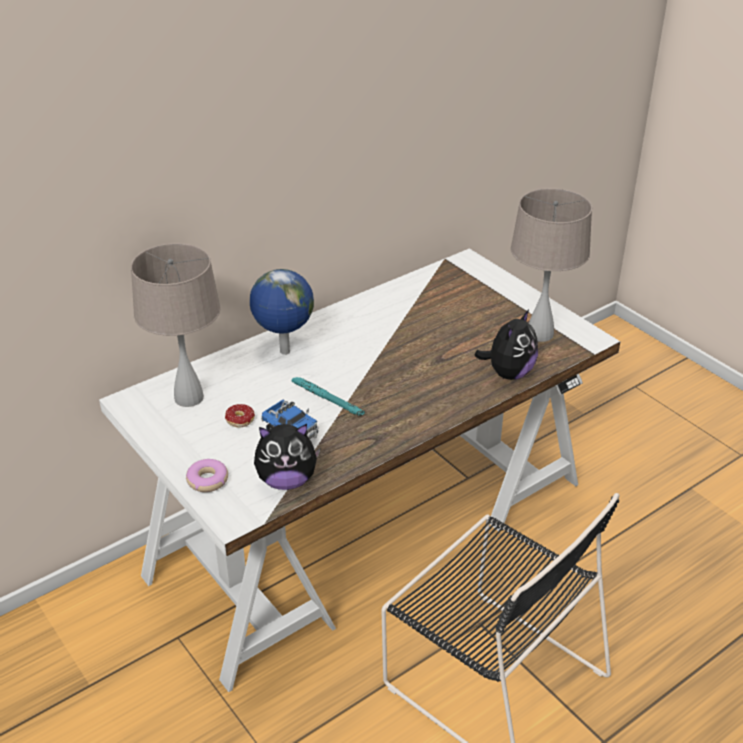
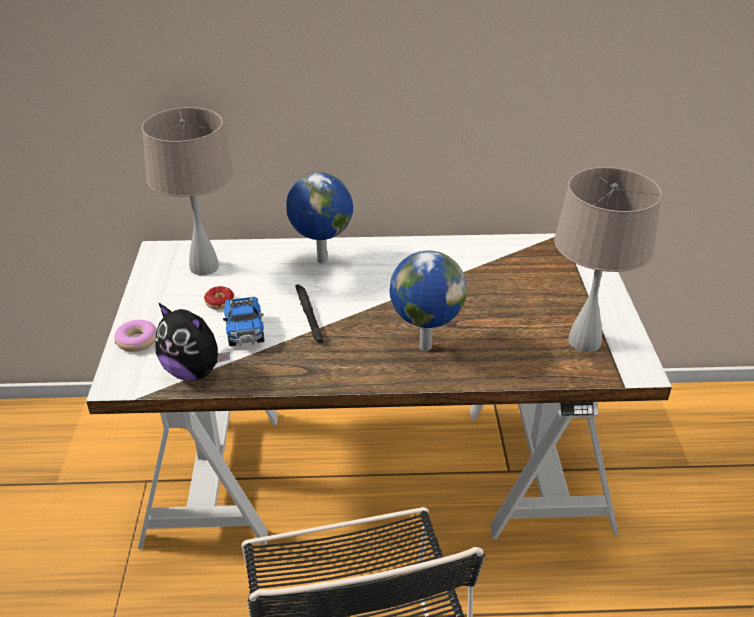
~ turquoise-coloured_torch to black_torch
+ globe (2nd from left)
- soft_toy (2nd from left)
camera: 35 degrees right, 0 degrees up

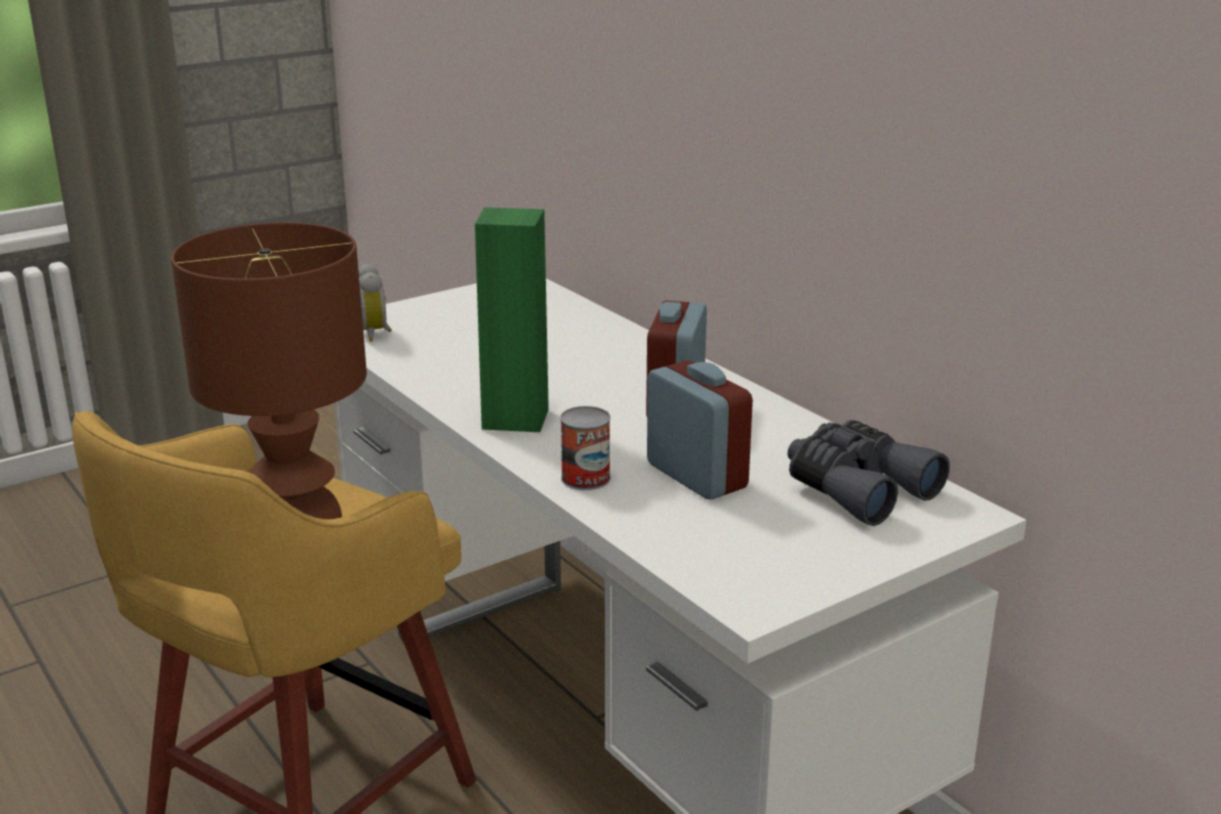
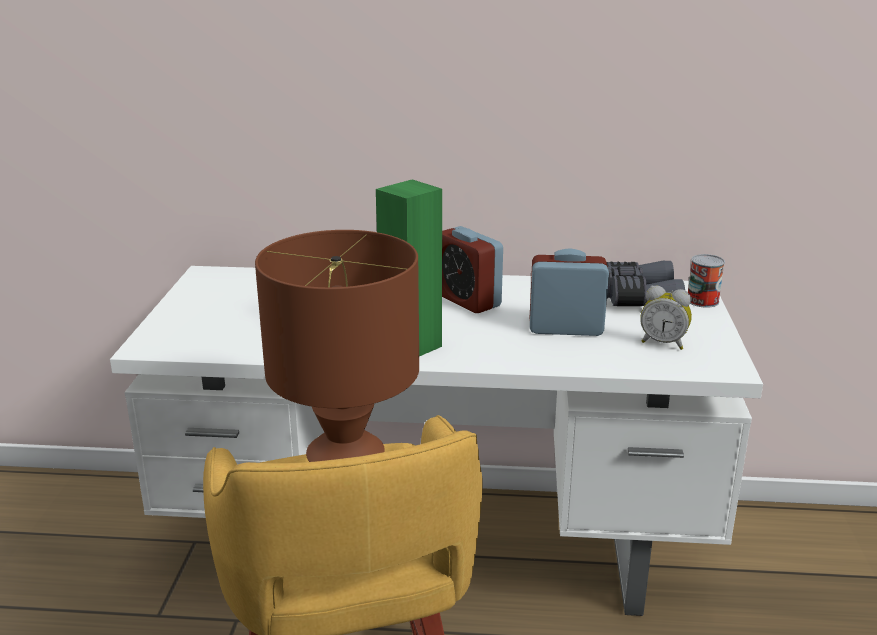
~ alarm_clock (1st from left in the first image) to alarm_clock (3rd from left)
~ can
camera: 50 degrees left, 0 degrees up

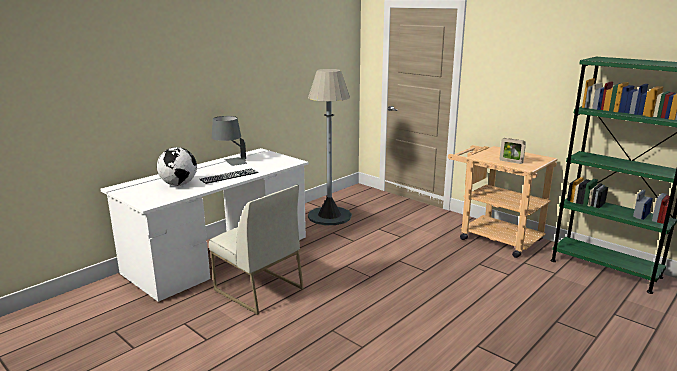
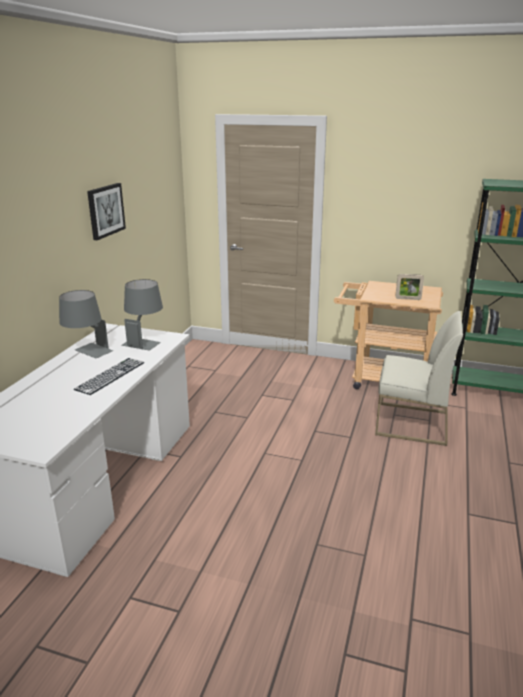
+ picture
+ gray_table_lamp (2nd from left)
~ white_chair
- globe
- gray_floor_lamp
camera: 25 degrees left, 5 degrees up

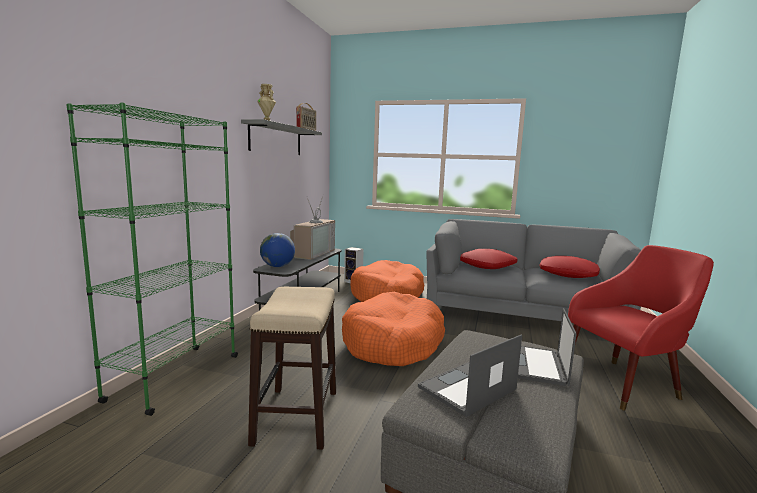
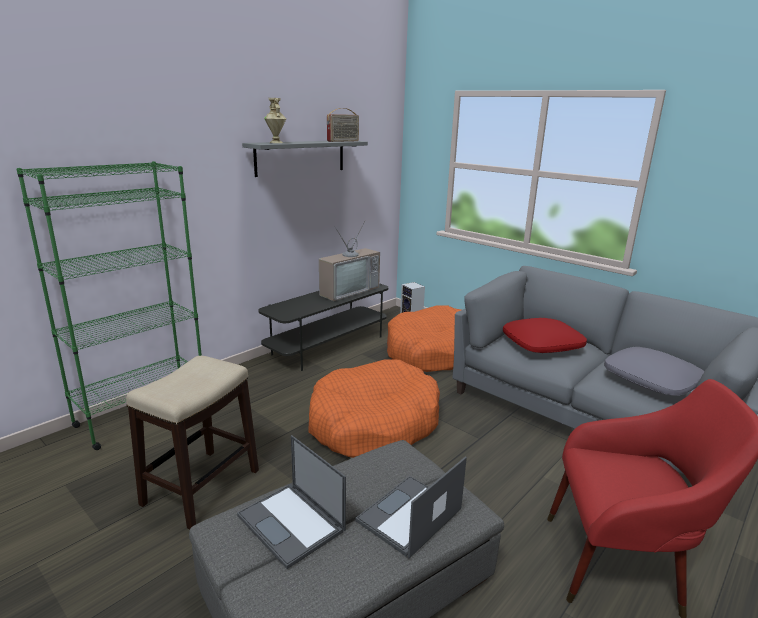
~ portable_computer (1st from left) 120 degrees counterclockwise
~ red-coloured_throw_pillow (2nd from left) to gray_throw_pillow
- globe
camera: 25 degrees right, 10 degrees up

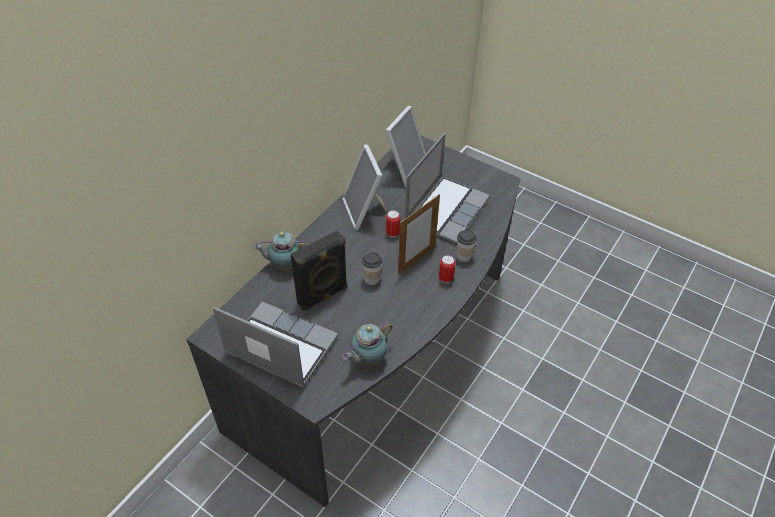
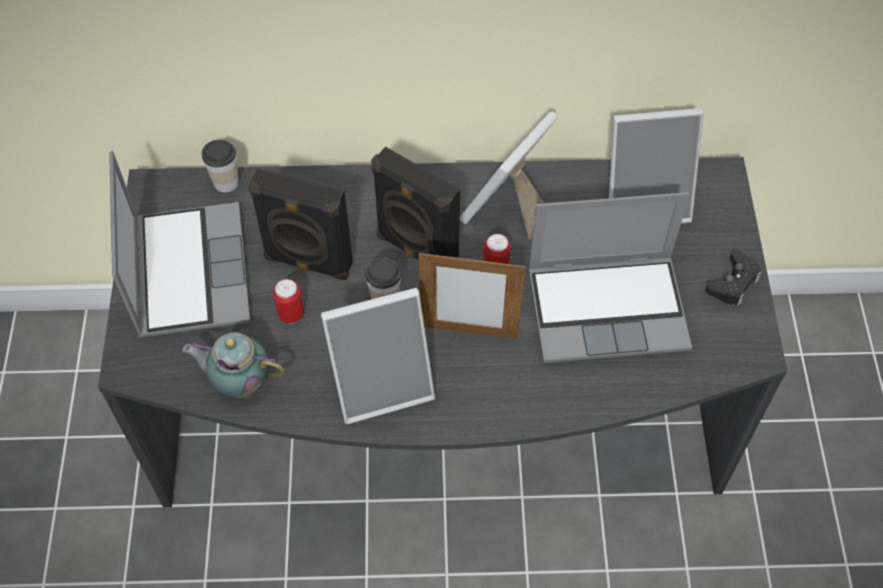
~ small_cup (2nd from left in the first image) to small_cup (1st from left)
~ can (2nd from left in the first image) to can (1st from left)
+ photo_frame (1st from left)
+ black_loudspeaker (2nd from left)
+ black_game_controller
- tea_pot (1st from left)
camera: 55 degrees right, 10 degrees up

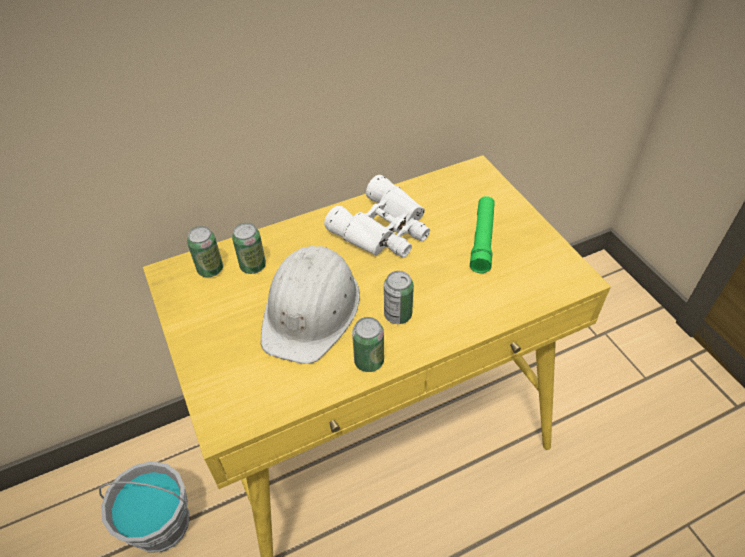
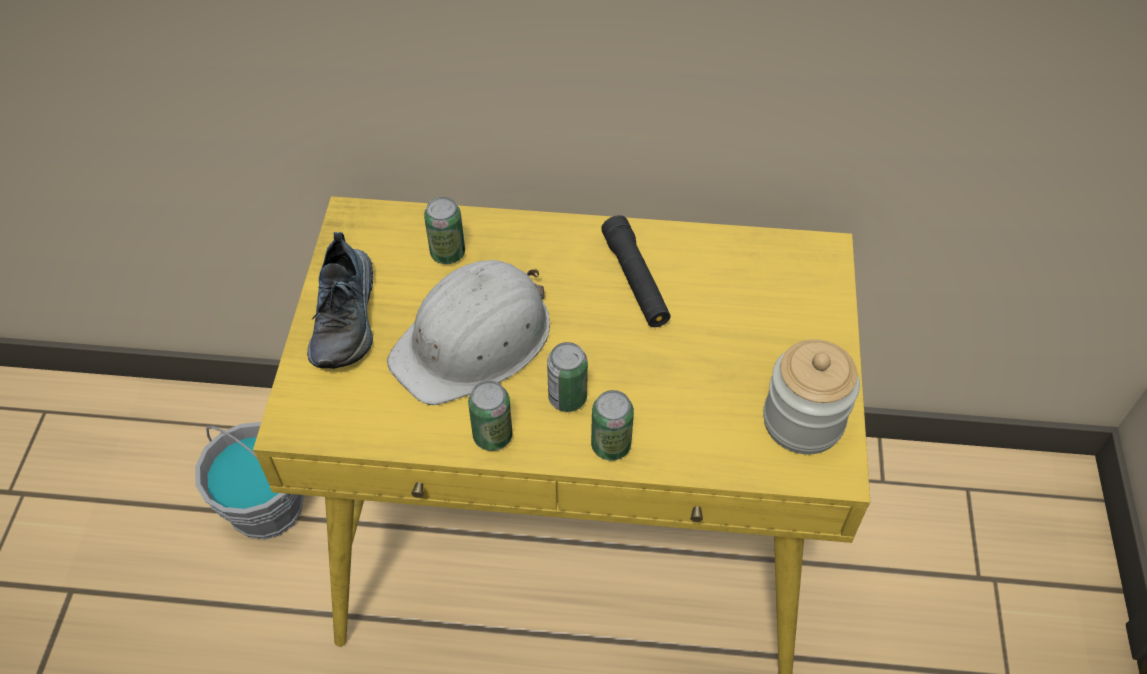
+ low_shoe
~ can (1st from left in the first image) to can (4th from left)
~ white_binoculars to black_torch
+ preserve_jar
- green-coloured_torch
camera: 30 degrees right, 5 degrees up

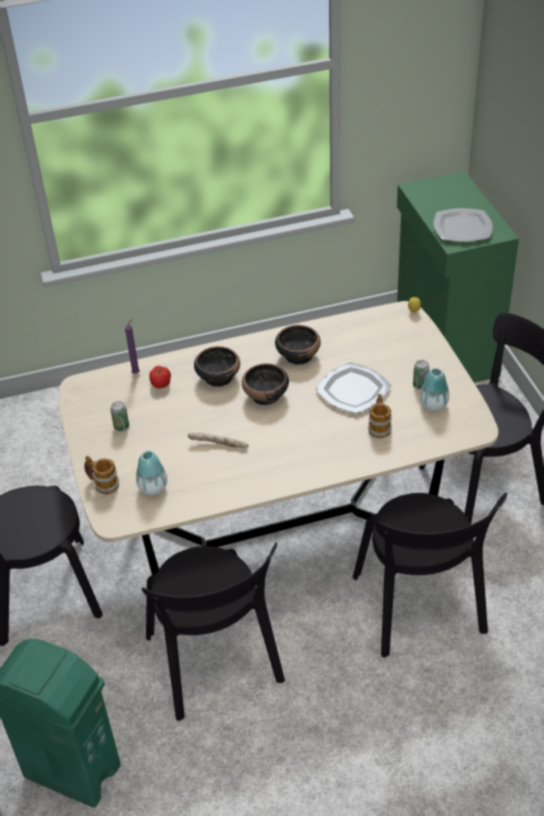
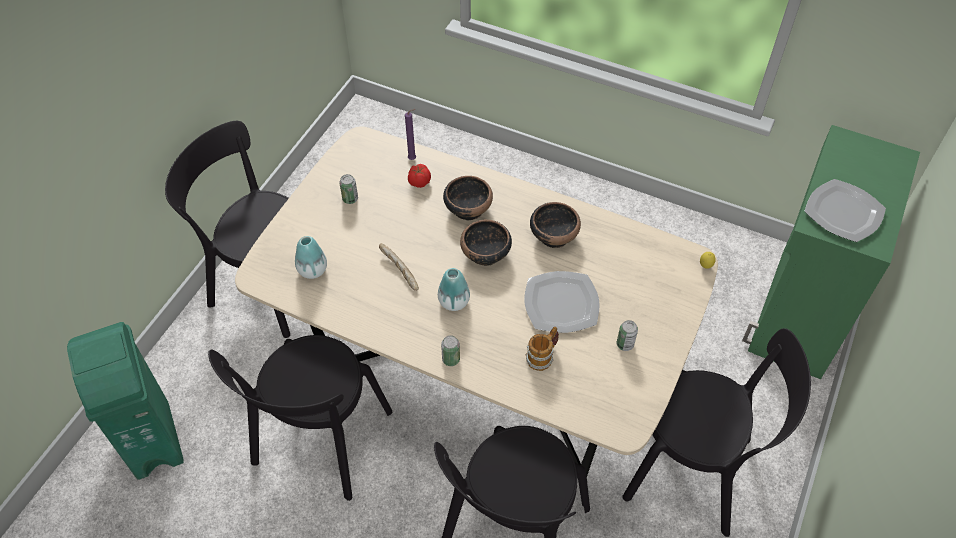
~ decorative_vase (2nd from left)
+ can (2nd from left)
- mug (1st from left)
camera: 40 degrees right, 10 degrees up

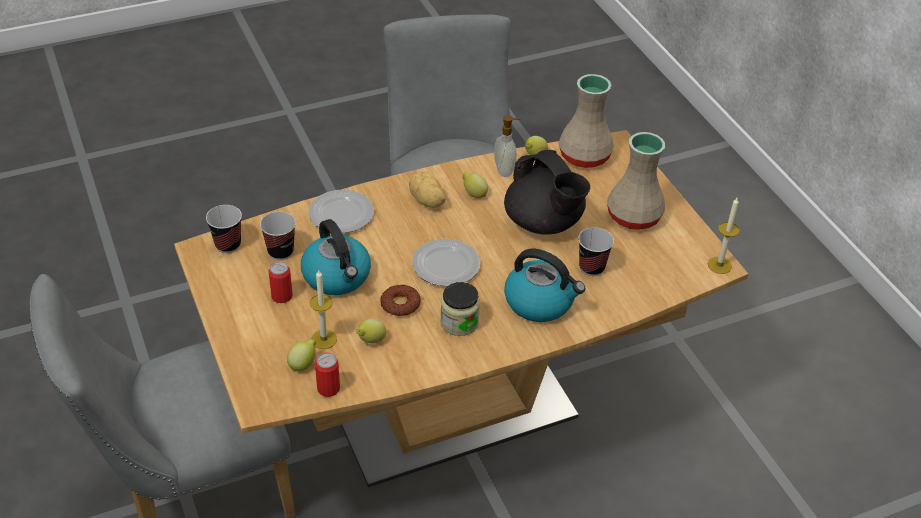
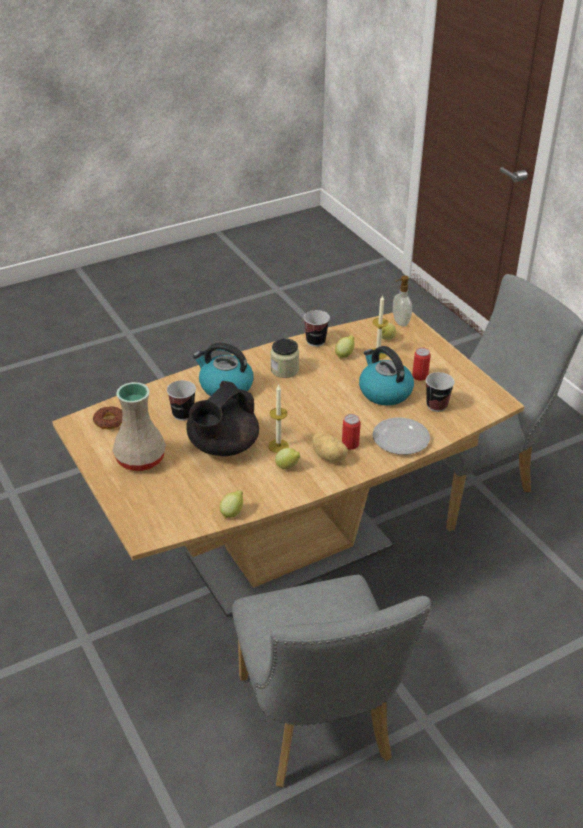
~ doughnut
~ black_tea_pot 105 degrees counterclockwise
~ wax_light (2nd from left in the first image) to wax_light (1st from left)
~ small_cup (1st from left in the first image) to small_cup (2nd from left)
~ can (2nd from left in the first image) to can (1st from left)
~ liquid_soap_bottle
- plate (2nd from left)
- sand-coloured_decorative_vase (1st from left)
camera: 175 degrees right, 5 degrees down

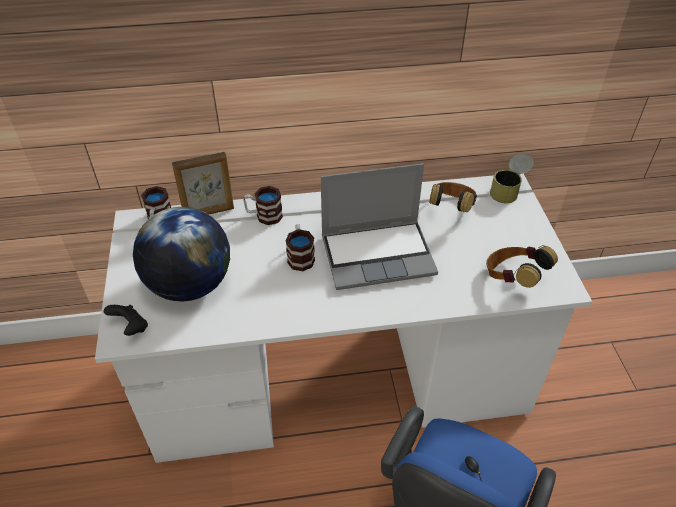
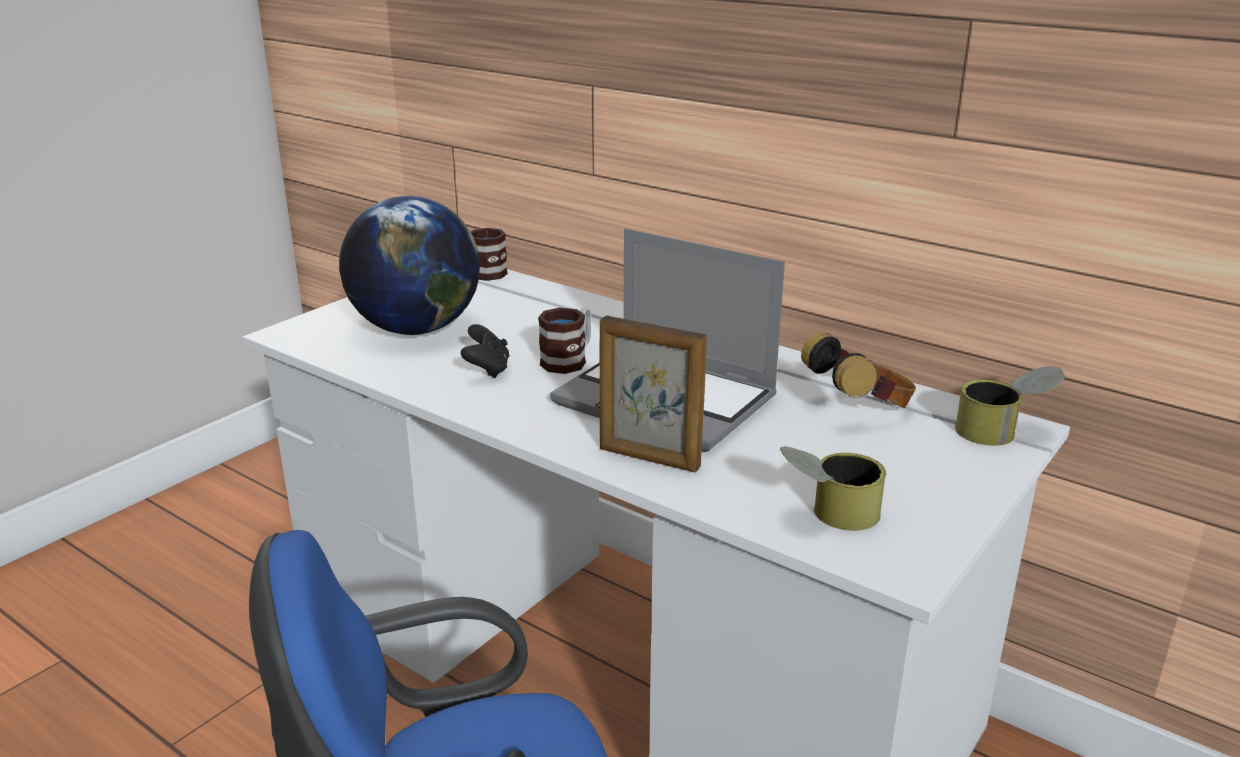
~ black_game_controller
~ photo_frame
~ pair_of_headphones (2nd from left) to can (1st from left)
- mug (2nd from left)
camera: 45 degrees right, 20 degrees down

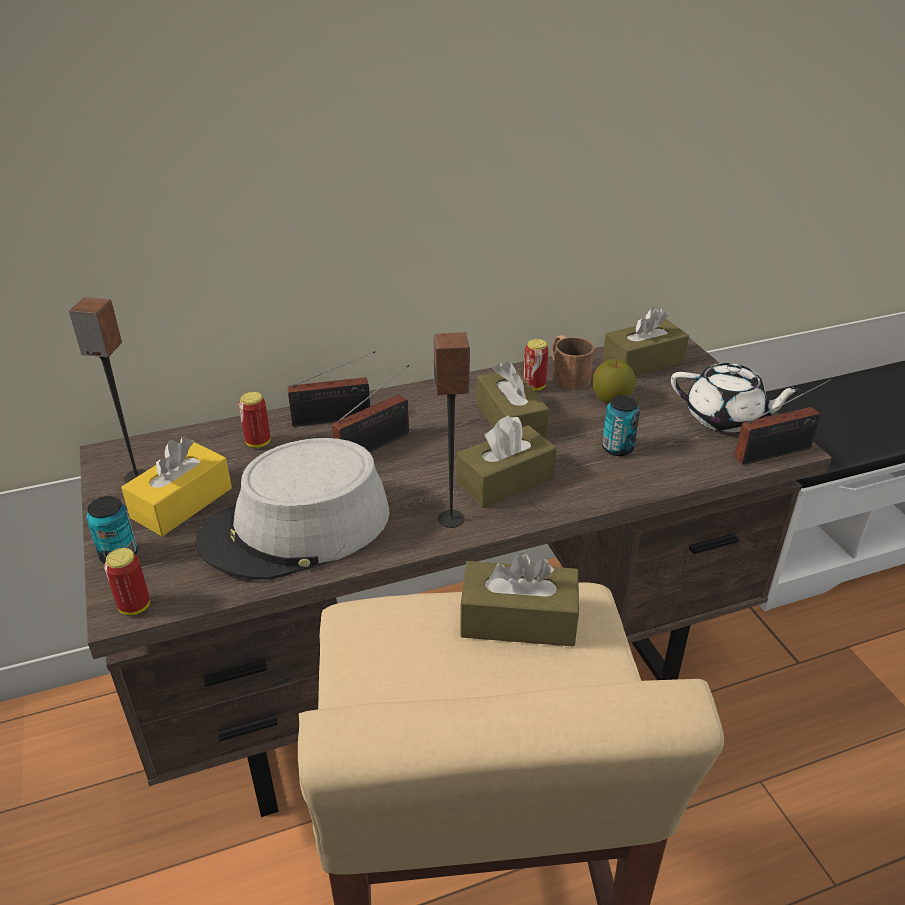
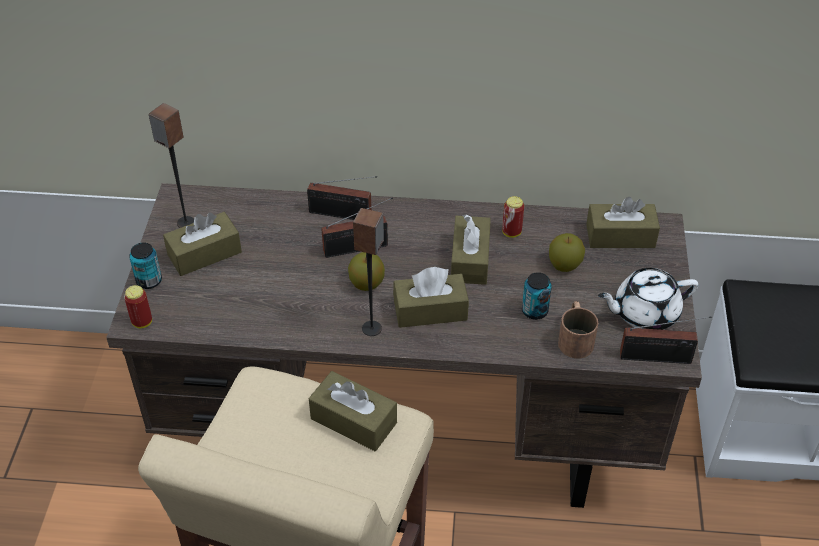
~ yellow_tissue_holder to brown-coloured_tissue_holder (1st from left)
+ whole_apple (1st from left)
~ brown-coloured_mug
~ white_tea_pot 120 degrees clockwise
- gray_hat
- can (3rd from left)
camera: 25 degrees right, 10 degrees up

